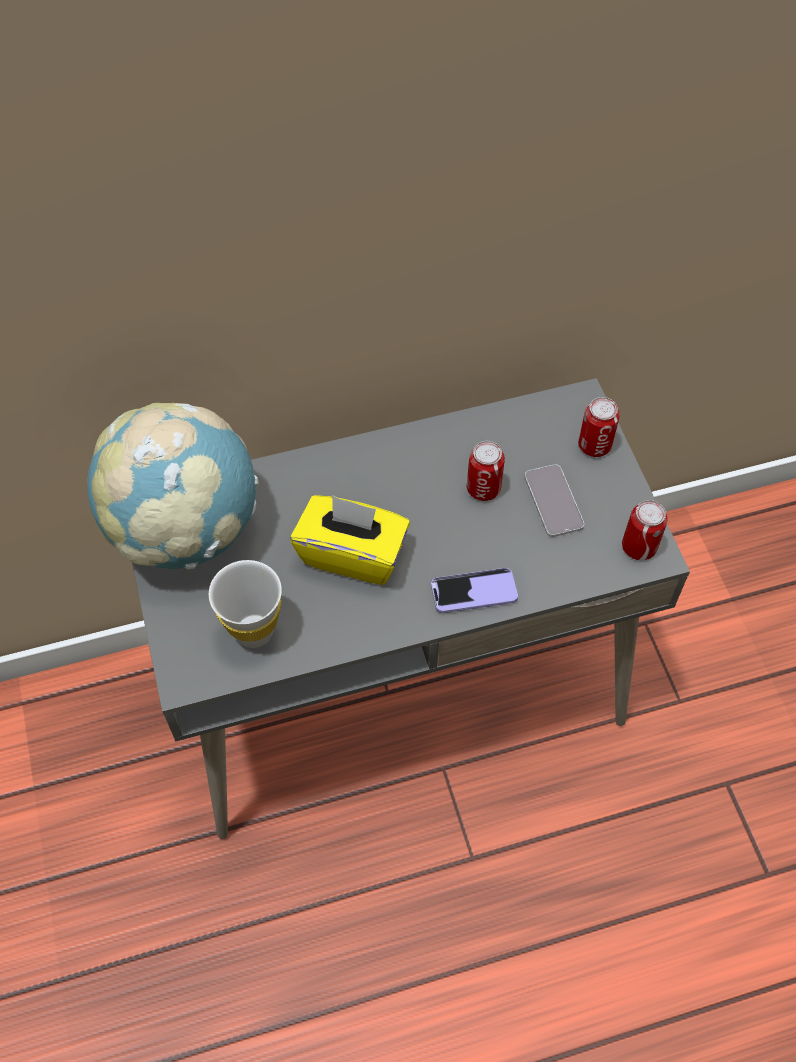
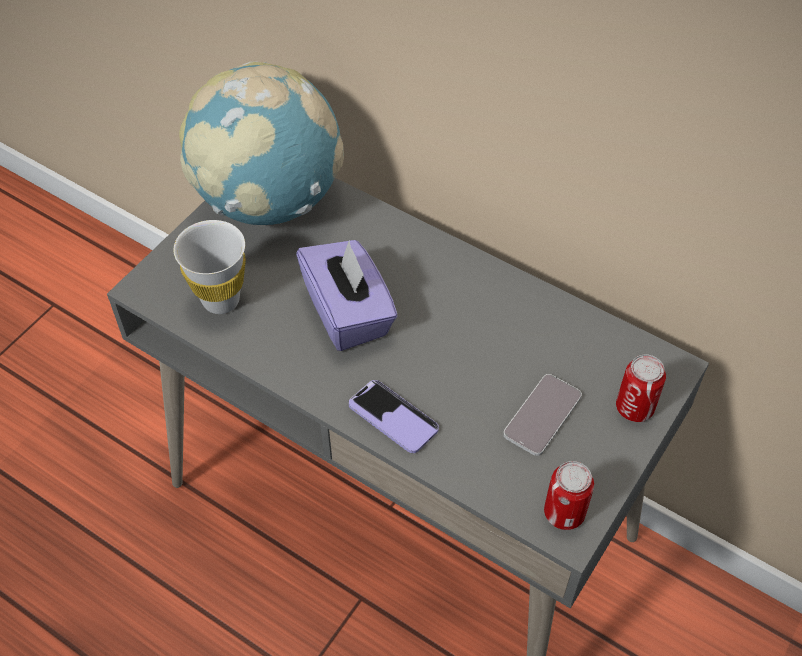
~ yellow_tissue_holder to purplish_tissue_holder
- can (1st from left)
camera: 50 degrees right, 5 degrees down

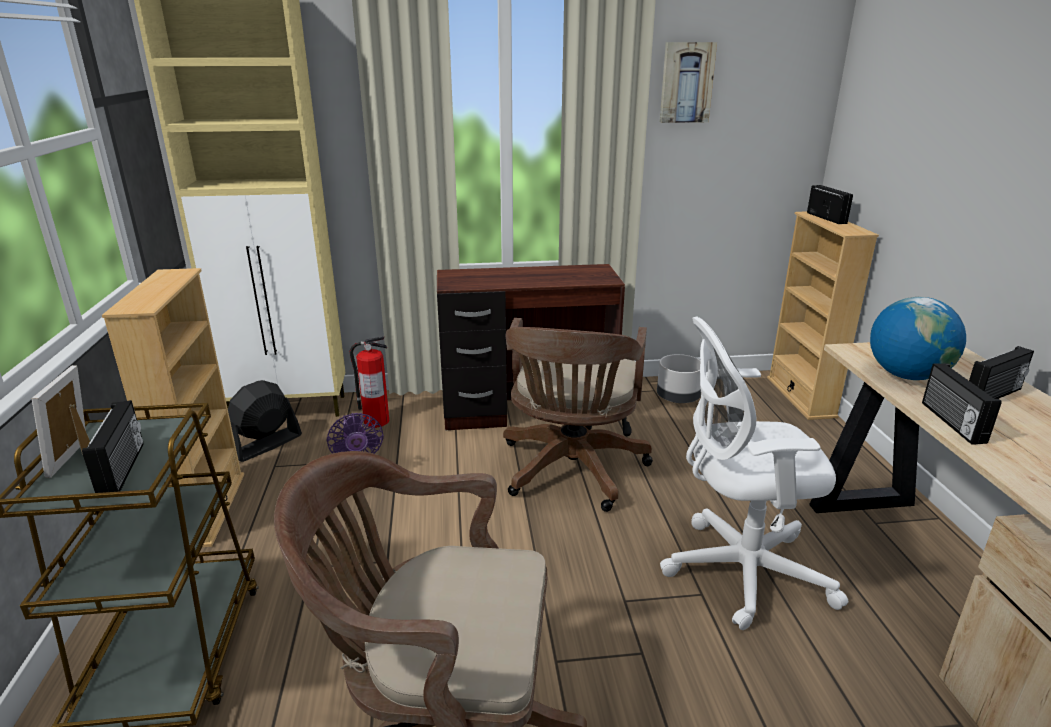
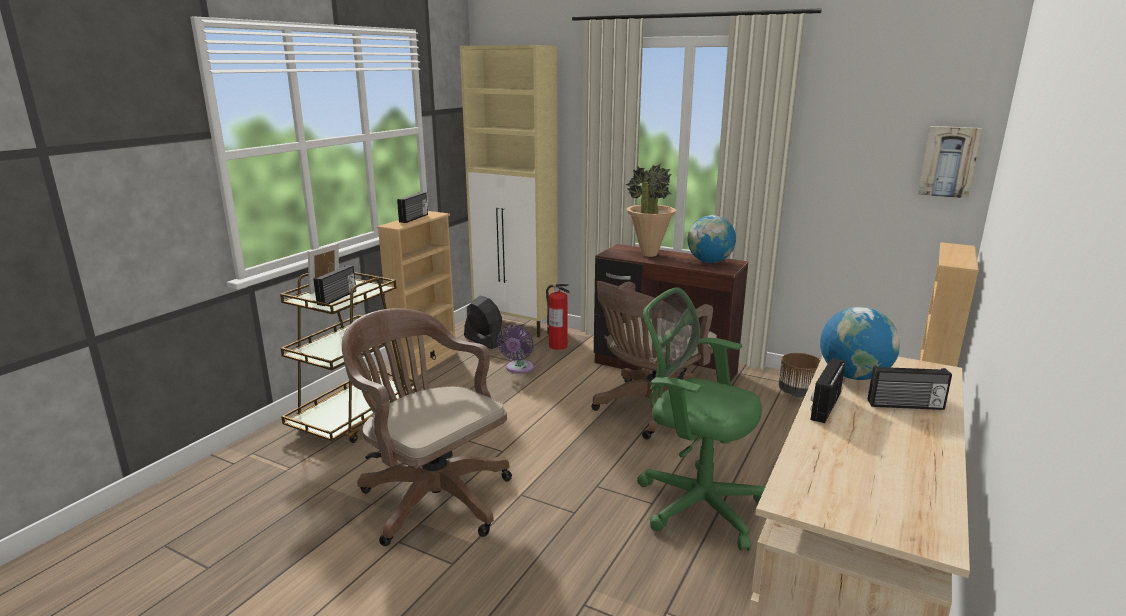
~ radio_receiver (2nd from left)
~ black_electric_fan 60 degrees clockwise
+ houseplant
~ white_office_chair to green-coloured_office_chair
+ globe (1st from left)
~ gray_flower_pot to brown-coloured_flower_pot
~ picture
camera: 35 degrees right, 5 degrees down

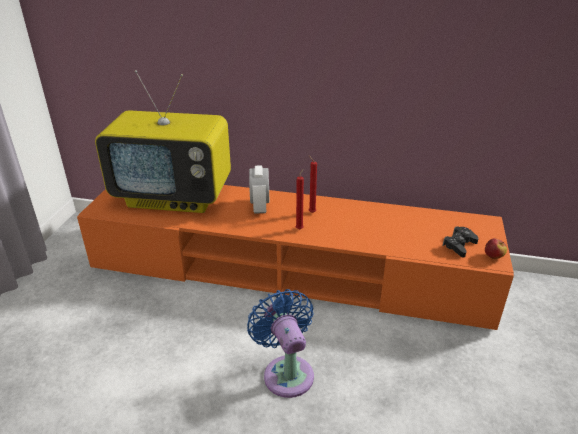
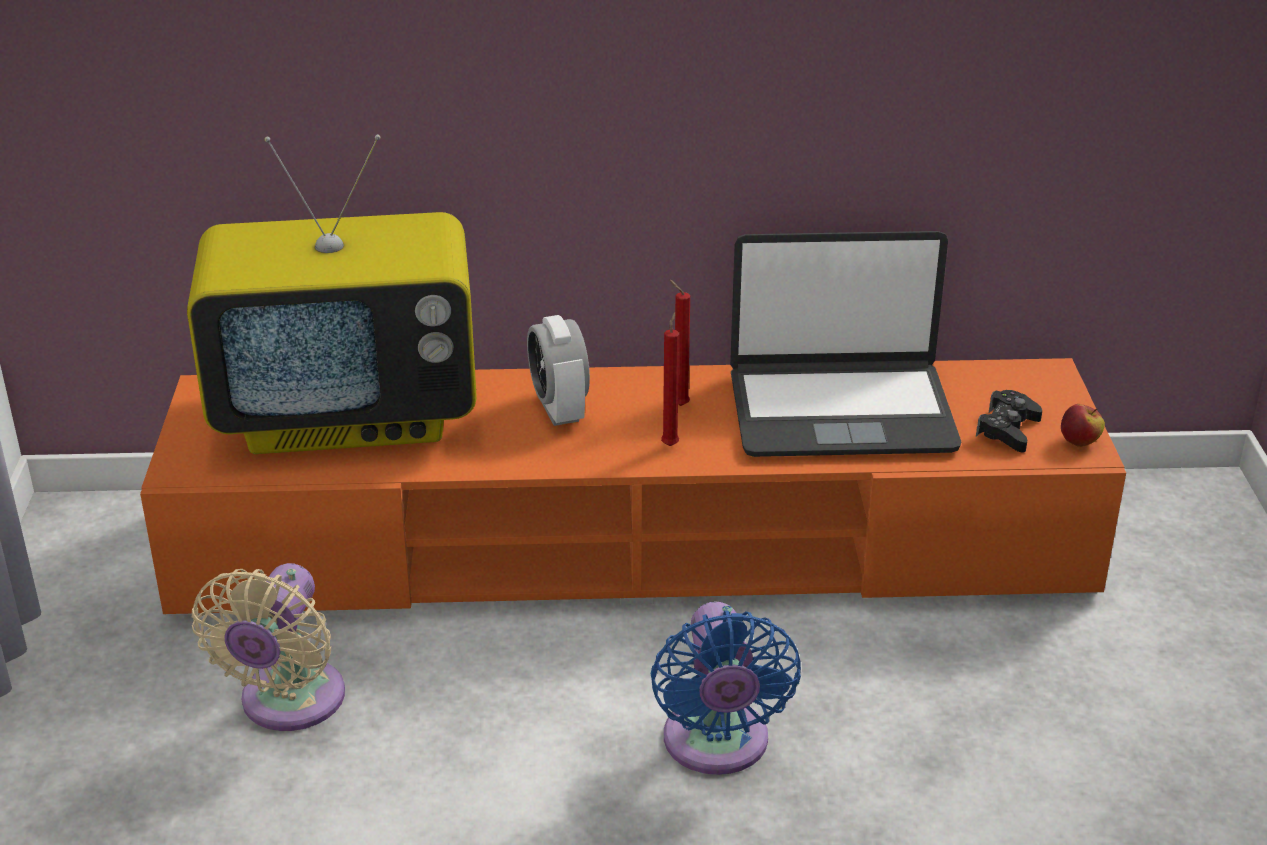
+ sand-coloured_electric_fan
~ bluish_electric_fan 150 degrees counterclockwise
+ portable_computer
camera: 15 degrees left, 0 degrees up

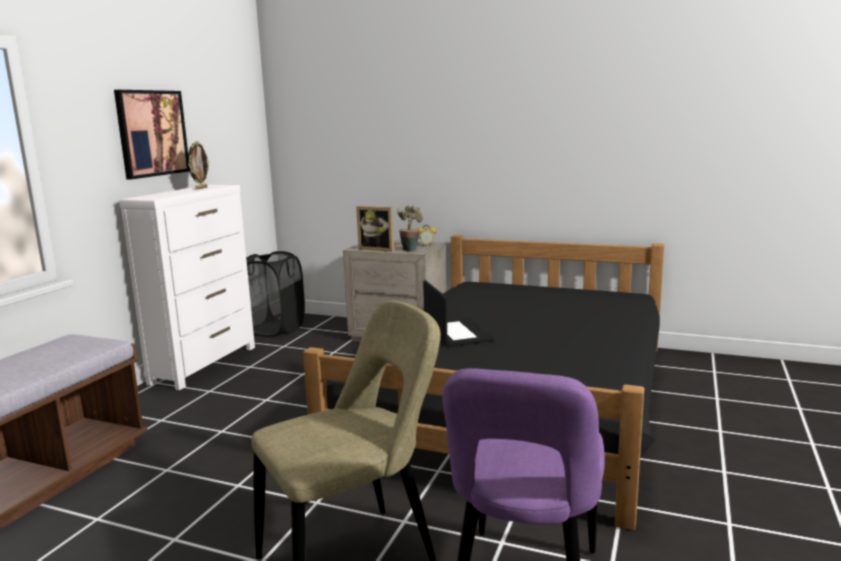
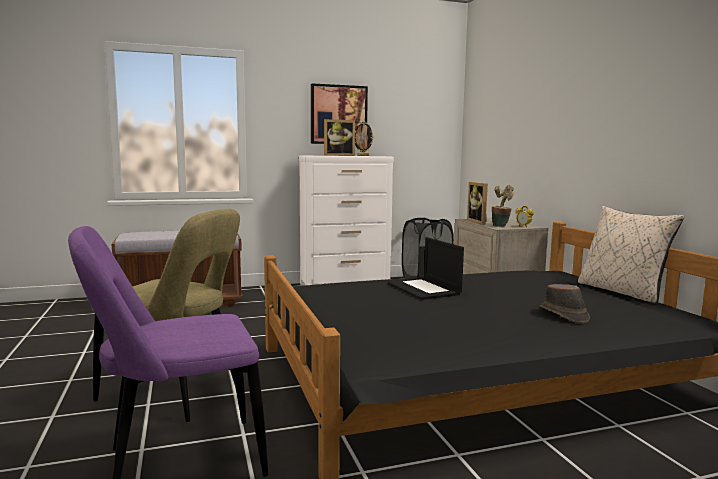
+ photo_frame (1st from left)
~ portable_computer 120 degrees clockwise
+ brown-coloured_hat
+ sand-coloured_throw_pillow
camera: 50 degrees right, 5 degrees down

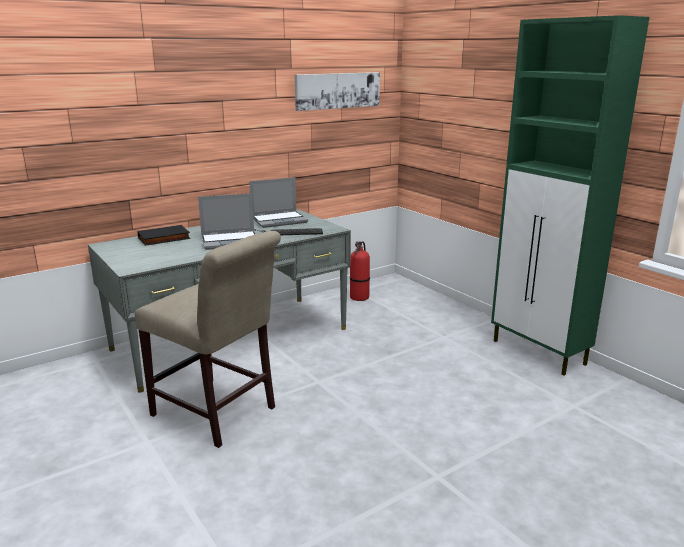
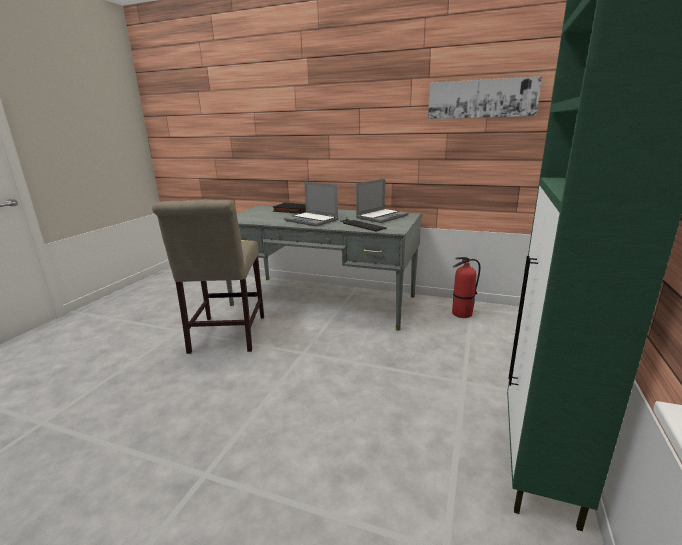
~ portable_computer (2nd from left) 75 degrees counterclockwise
camera: 55 degrees right, 0 degrees up

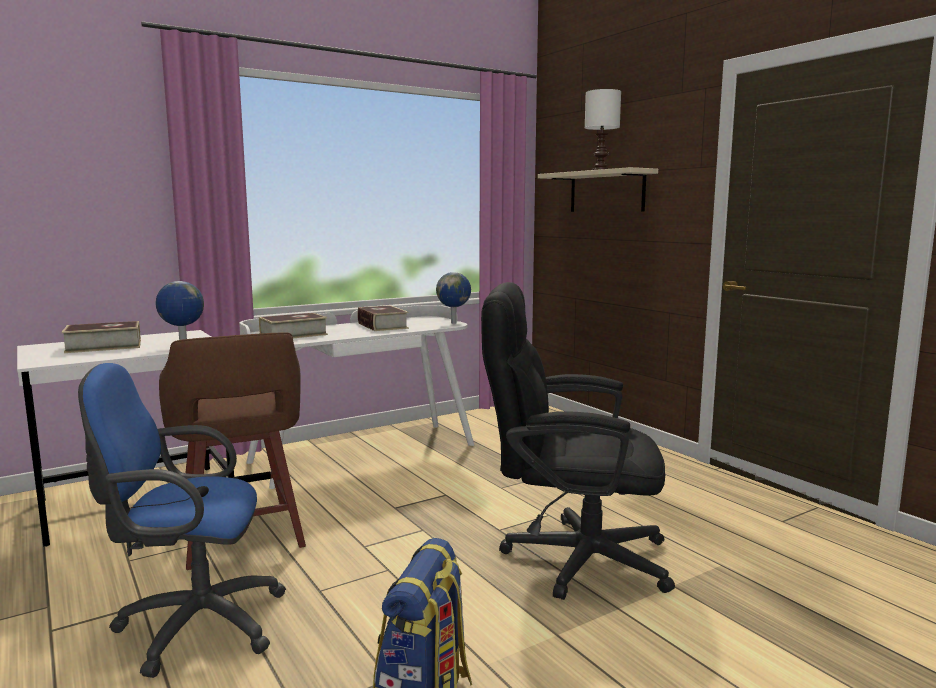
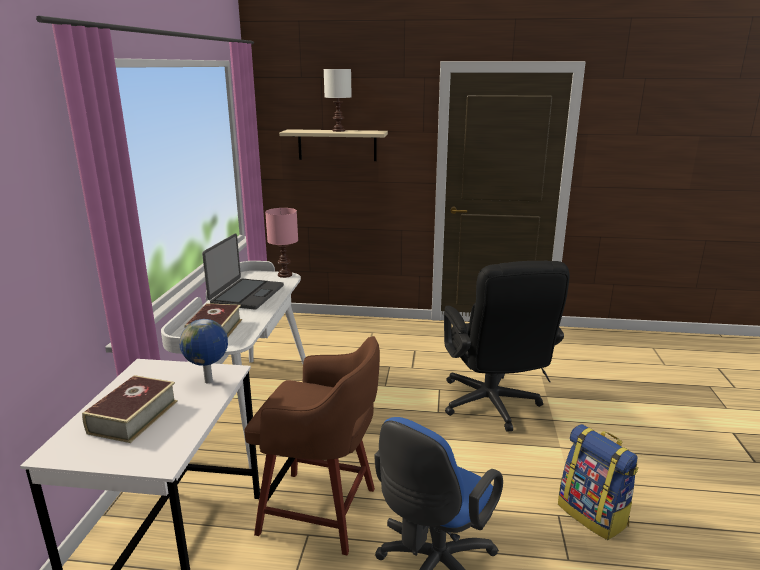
~ volume (3rd from left) to portable_computer
~ globe (2nd from left) to pink_table_lamp
~ black_office_chair 60 degrees counterclockwise
camera: 50 degrees left, 10 degrees up

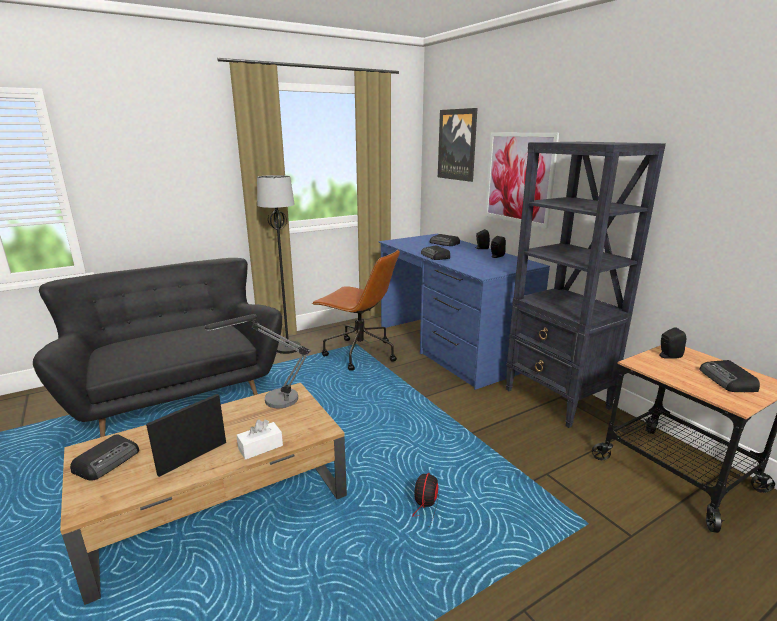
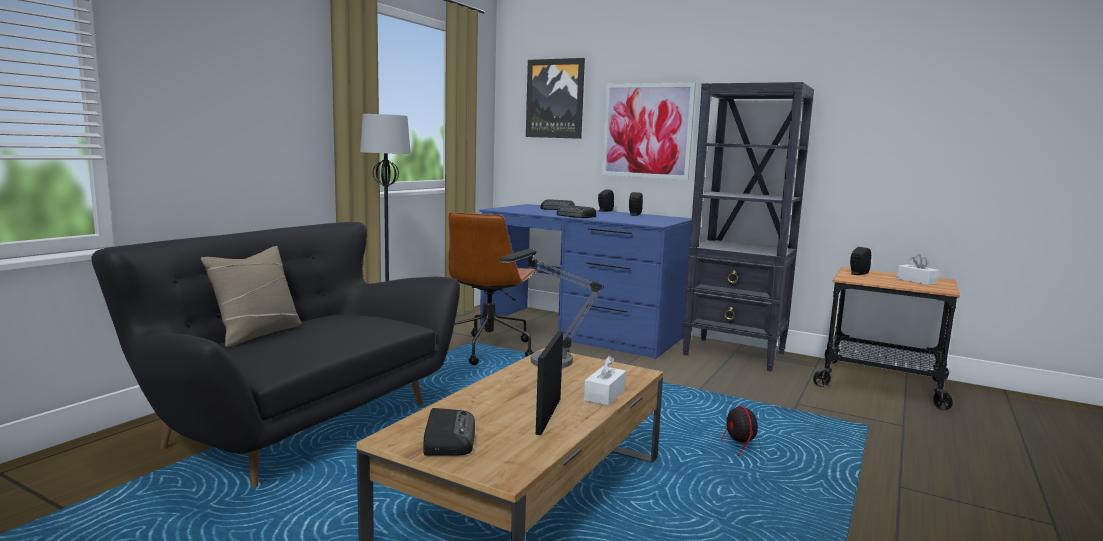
+ sand-coloured_throw_pillow
~ brown-coloured_office_chair 105 degrees clockwise
~ radio_receiver (4th from left) to white_tissue_holder (2nd from left)
camera: 30 degrees left, 10 degrees down

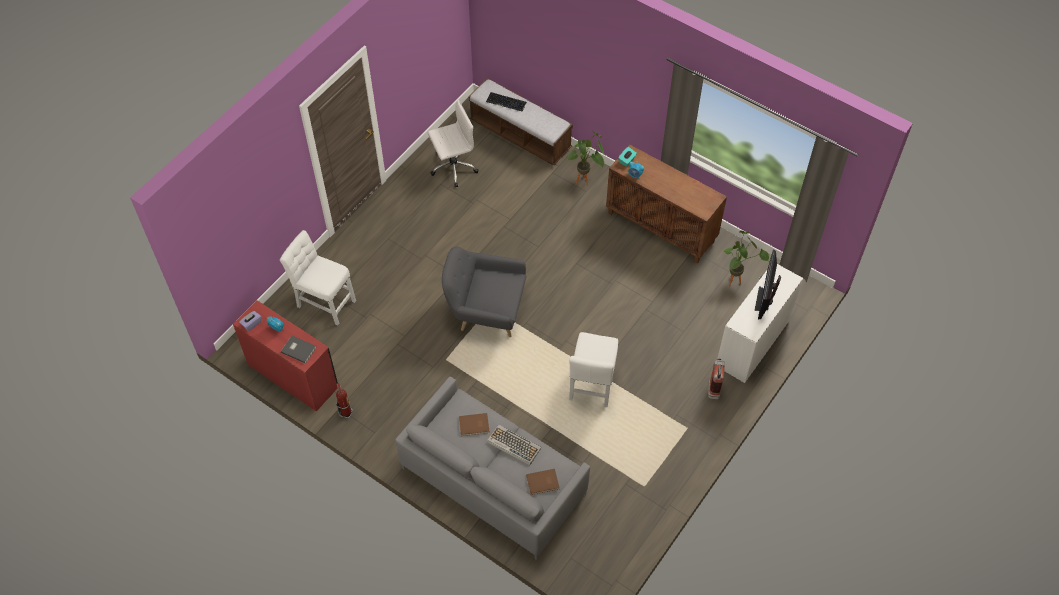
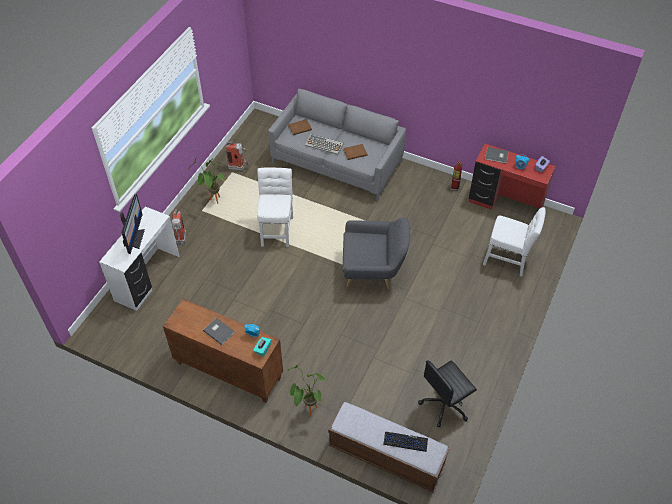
~ houseplant (2nd from left in the first image) to houseplant (1st from left)
+ gray_volume (1st from left)
+ extinguisher (2nd from left)
~ white_office_chair to black_office_chair
camera: 170 degrees right, 5 degrees down

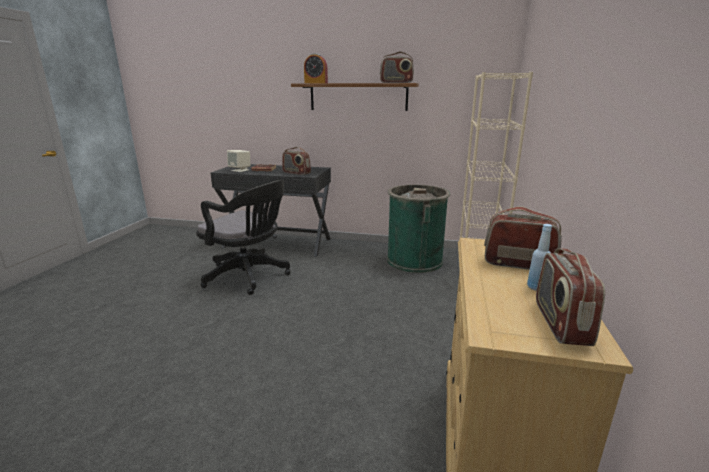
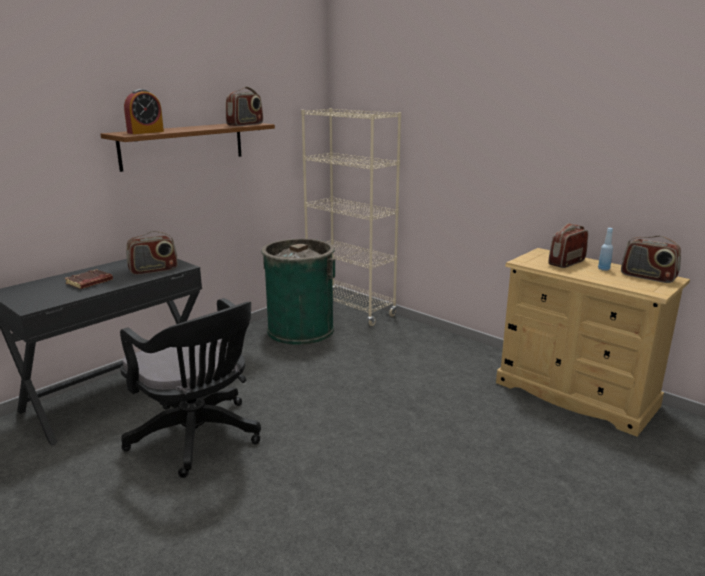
~ black_office_chair 75 degrees clockwise
- sand-coloured_loudspeaker
camera: 60 degrees left, 0 degrees up

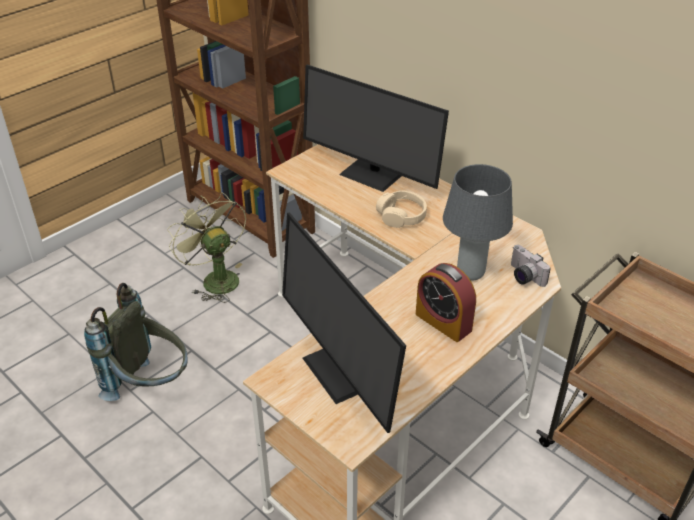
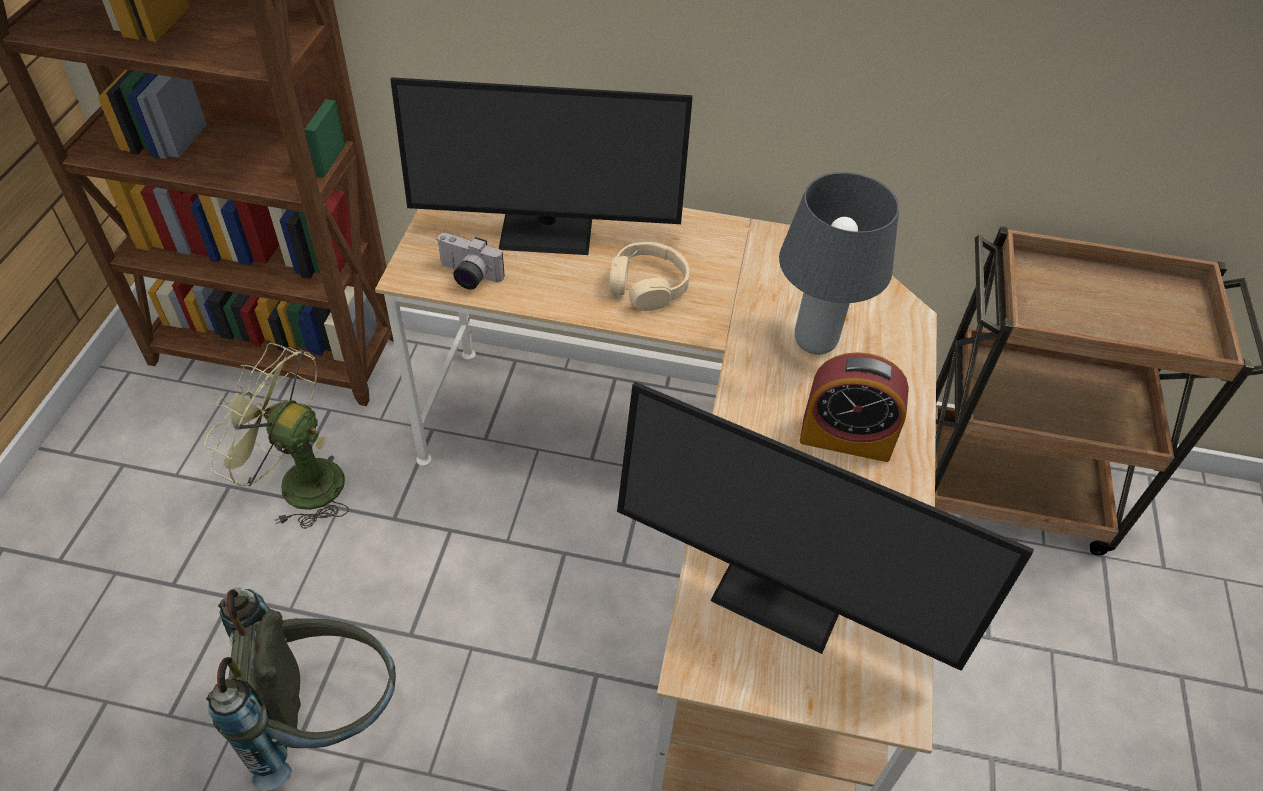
~ still_camera
camera: 35 degrees left, 10 degrees up

